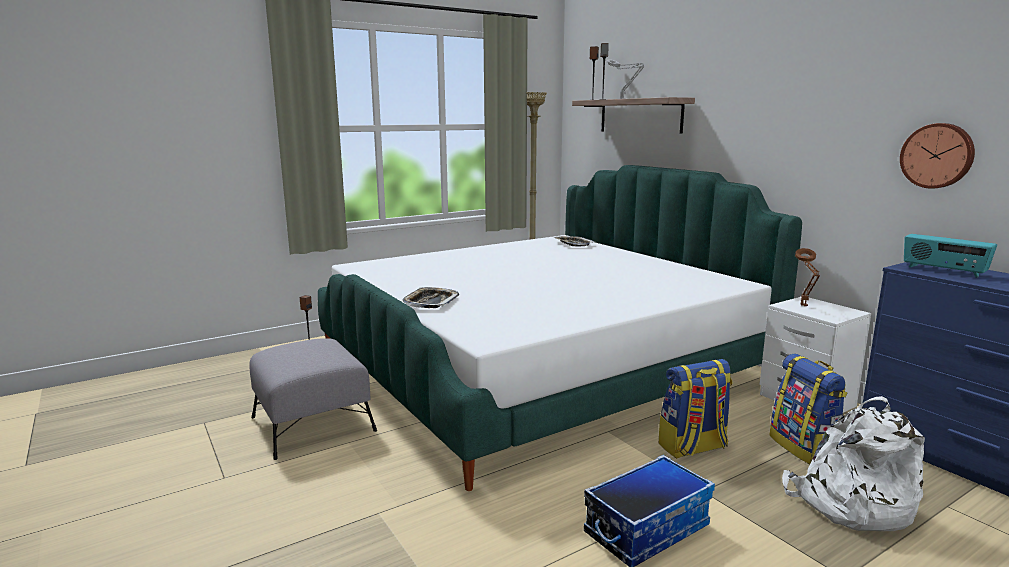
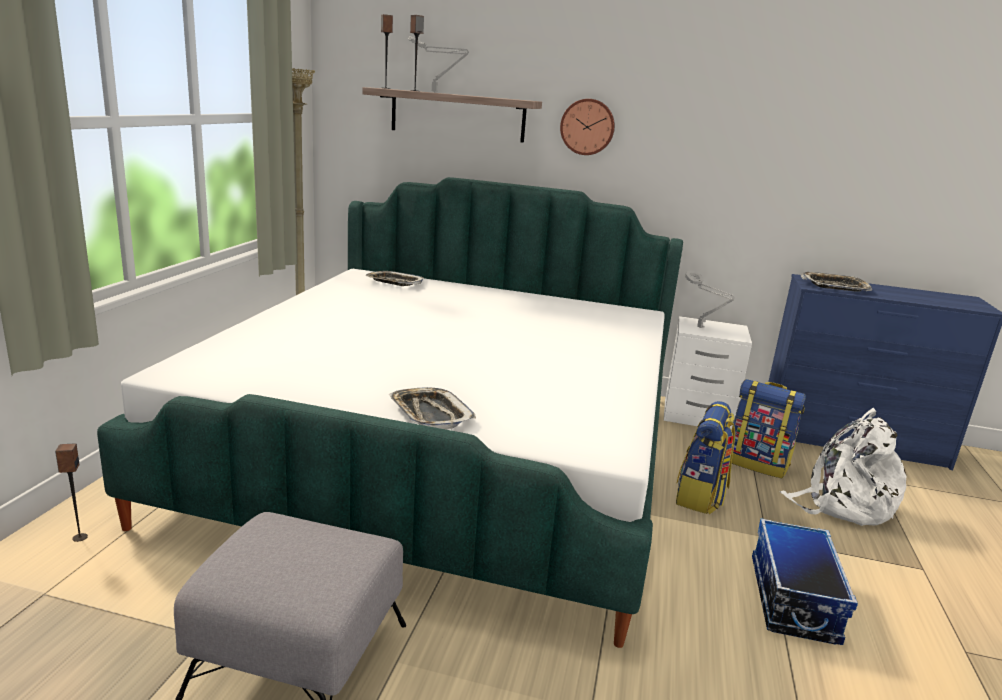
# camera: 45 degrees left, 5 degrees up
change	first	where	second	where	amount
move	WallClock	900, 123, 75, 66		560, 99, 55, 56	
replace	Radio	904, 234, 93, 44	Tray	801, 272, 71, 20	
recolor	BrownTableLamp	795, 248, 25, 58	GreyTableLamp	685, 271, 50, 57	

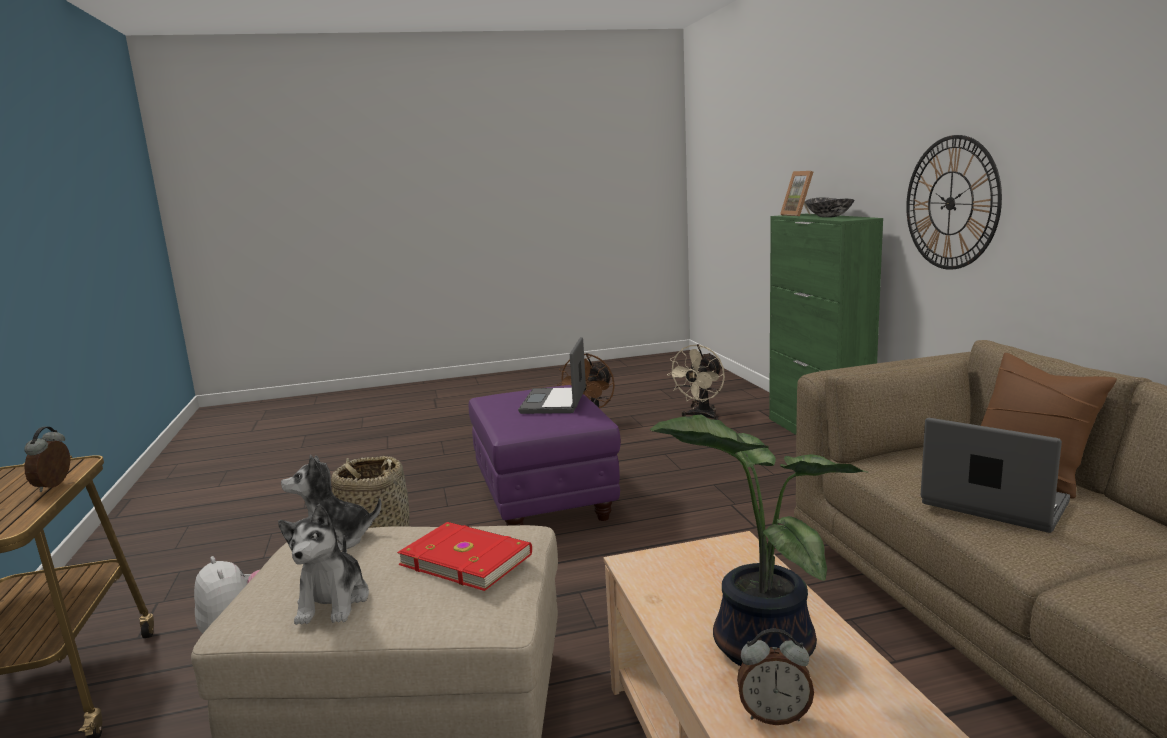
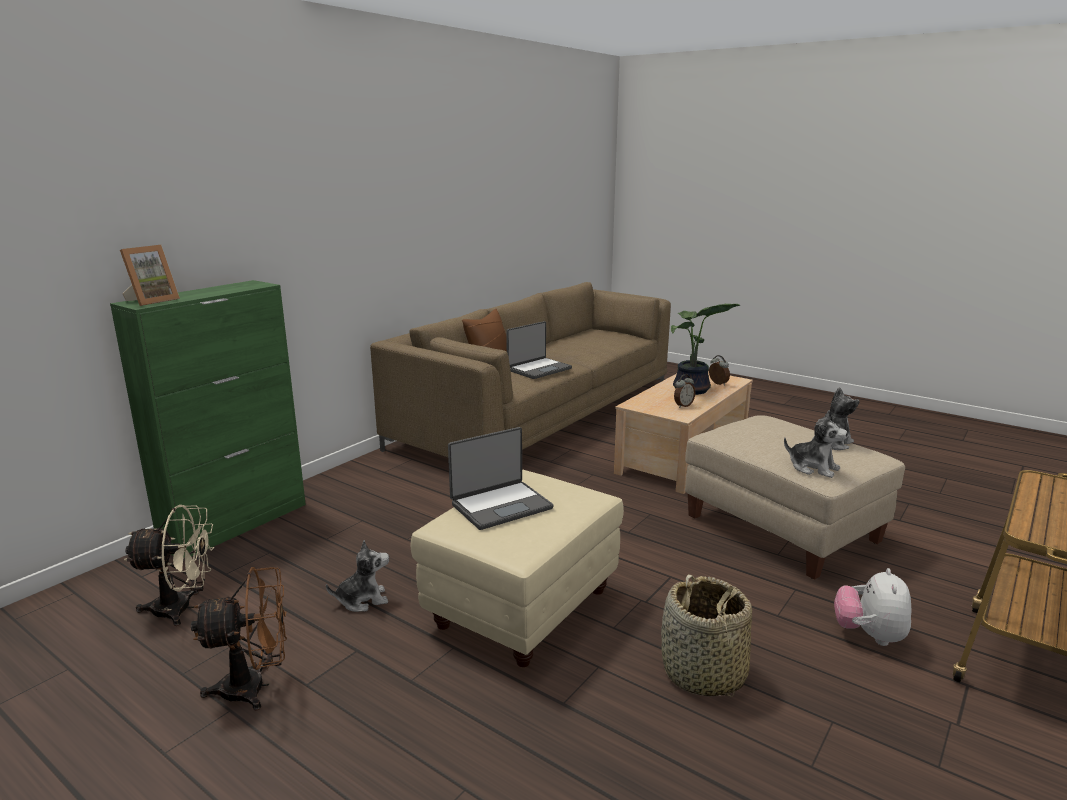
# camera: 130 degrees left, 5 degrees up
change	first	where	second	where	amount
delete	WallClock	906, 135, 96, 135			
delete	Bowl	805, 198, 50, 19			
recolor	PurpleOttoman	469, 385, 152, 141	BeigeOttoman	410, 469, 214, 198	
rotate	Laptop	921, 418, 149, 115		506, 321, 66, 58	135 degrees counterclockwise
move	AlarmClock	24, 427, 46, 65		674, 374, 21, 34	
delete	RedBook	397, 522, 135, 69			
insert			PlushToy	326, 540, 63, 72	

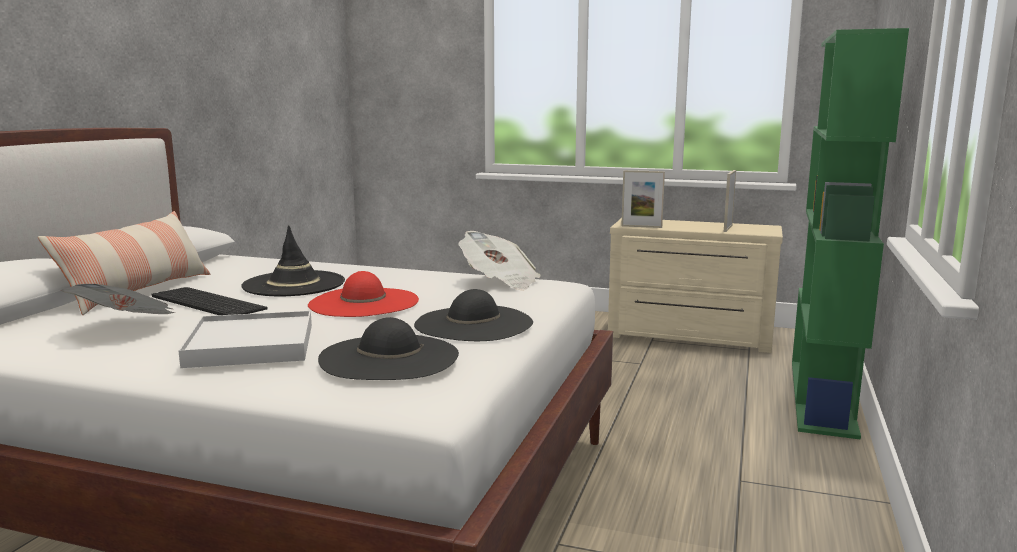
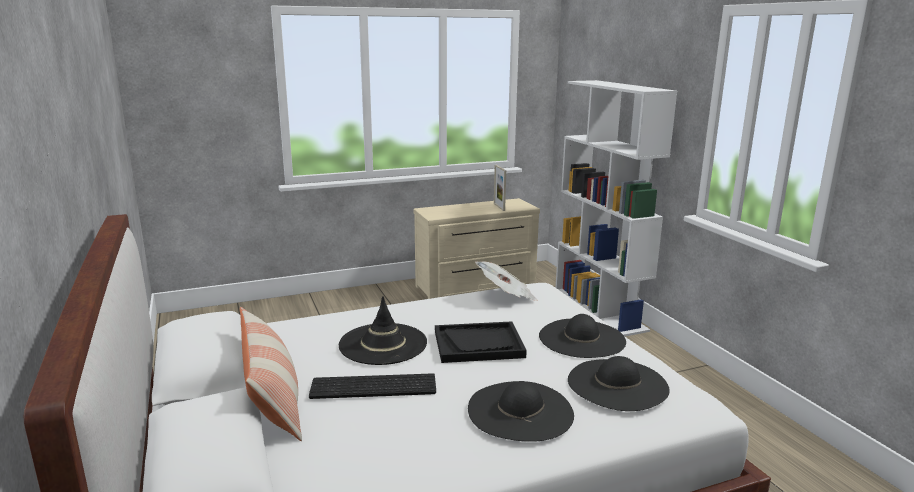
# camera: 40 degrees left, 5 degrees up
change	first	where	second	where	amount
recolor	GreenBookcase	792, 28, 117, 412	WhiteBookcase	555, 80, 122, 256	
delete	PictureFrame	621, 170, 44, 58			
replace	RedHat	308, 271, 111, 46	BlackTray	435, 321, 92, 42	
delete	Newspaper	61, 284, 114, 30			
replace	WhiteTray	178, 311, 134, 57	BlackHat	468, 381, 106, 61	

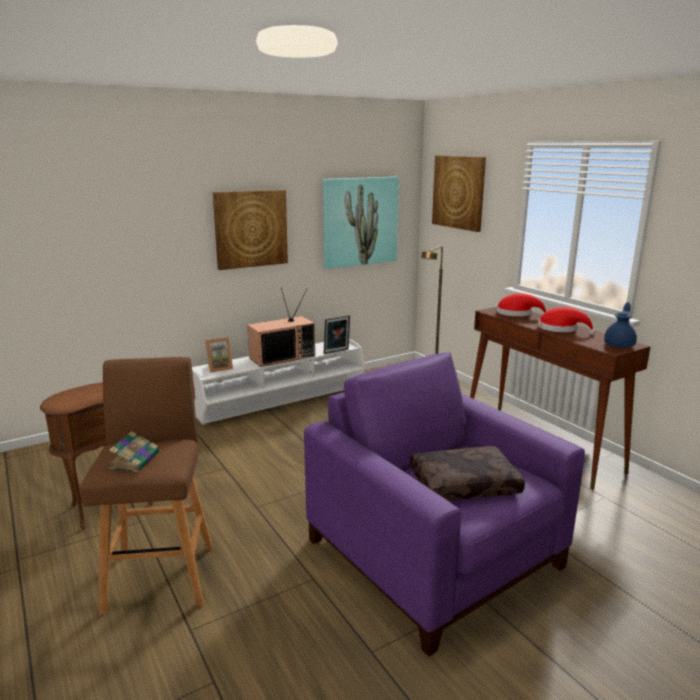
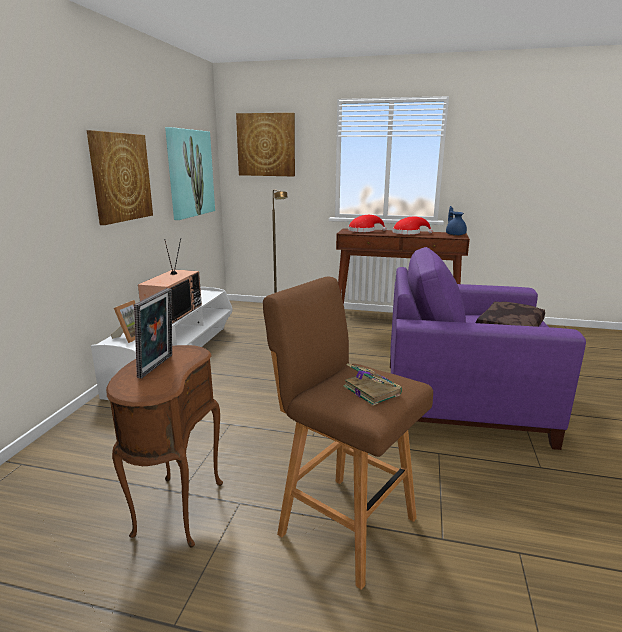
# camera: 45 degrees left, 0 degrees up
change	first	where	second	where	amount
move	PictureFrame	324, 315, 26, 39		134, 288, 38, 91	

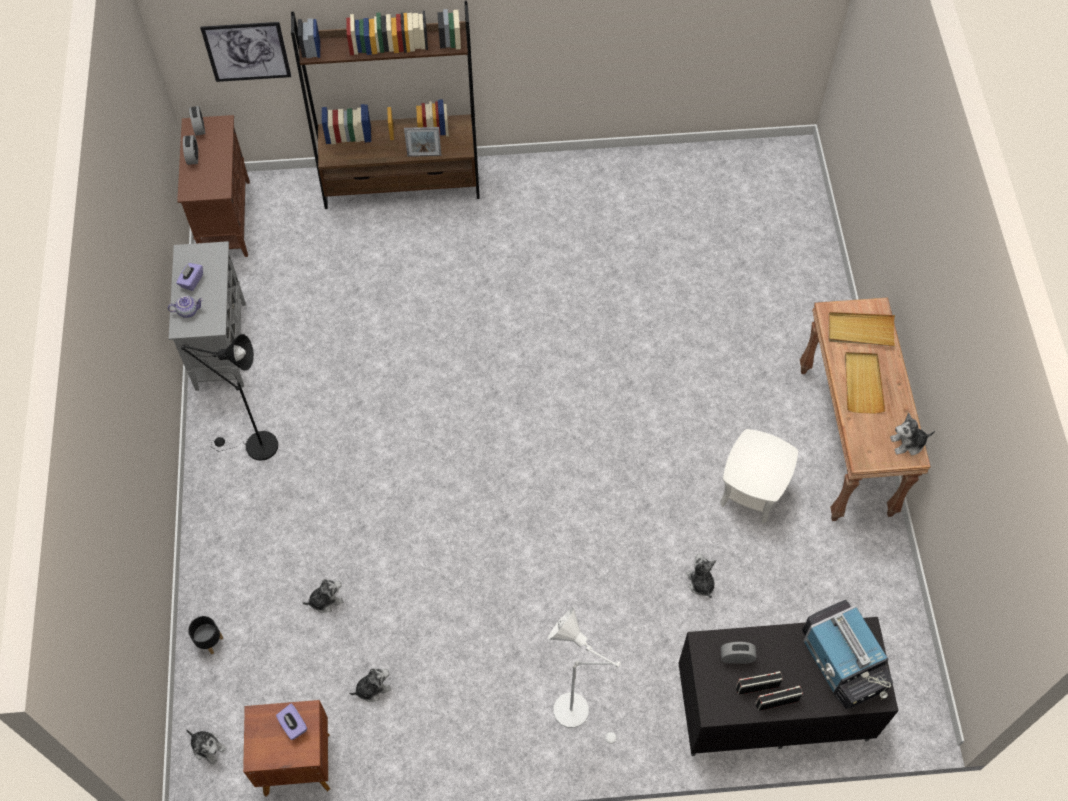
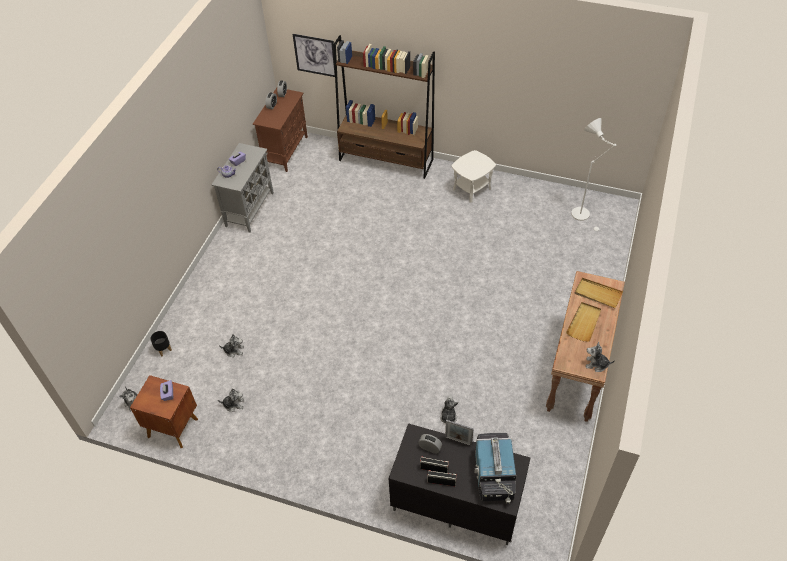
# camera: 25 degrees right, 10 degrees down
change	first	where	second	where	amount
move	PictureFrame	404, 127, 37, 30		445, 420, 29, 26	
delete	BlackFloorLamp	181, 334, 97, 127			
move	WhiteSideTable	720, 429, 78, 95		452, 150, 44, 53	
move	WhiteFloorLamp	548, 608, 74, 136		571, 118, 46, 114	

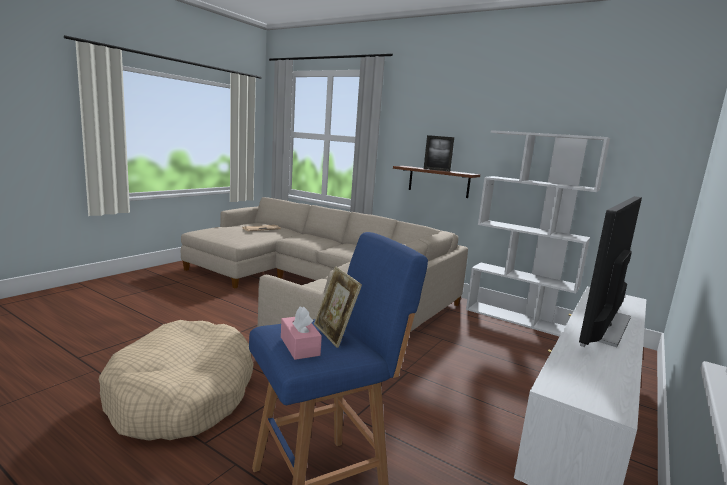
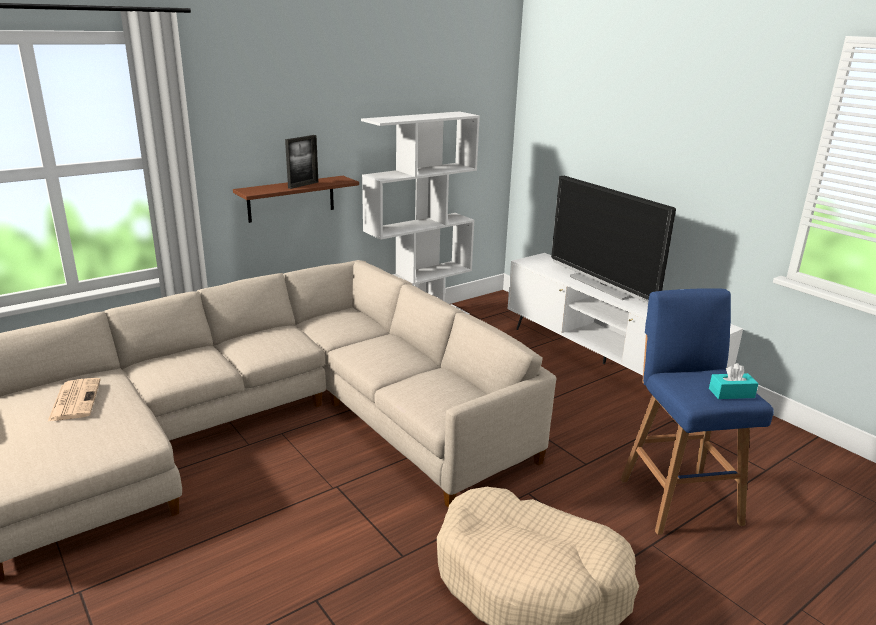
# camera: 70 degrees left, 10 degrees up
change	first	where	second	where	amount
delete	PictureFrame	314, 266, 48, 82			
recolor	PinkTissueBox	281, 306, 41, 54	TurquoiseTissueBox	709, 363, 50, 36	

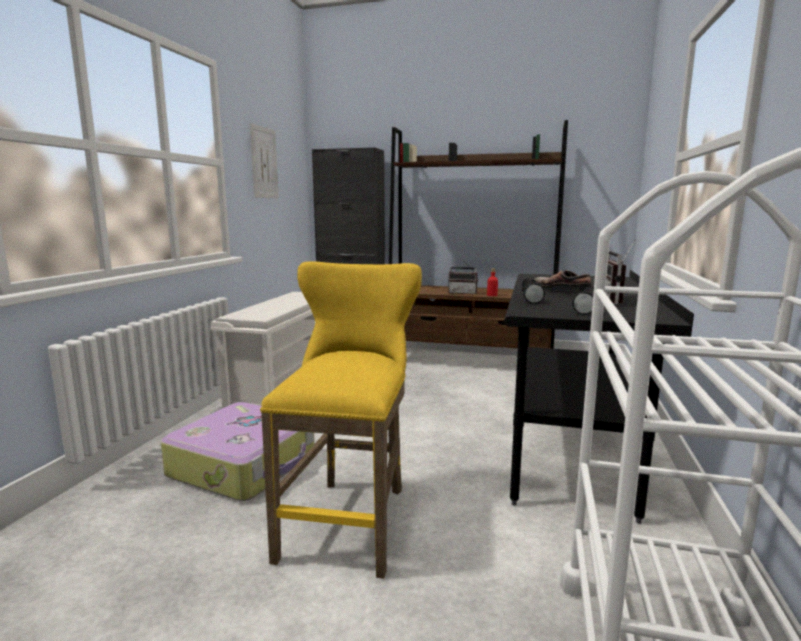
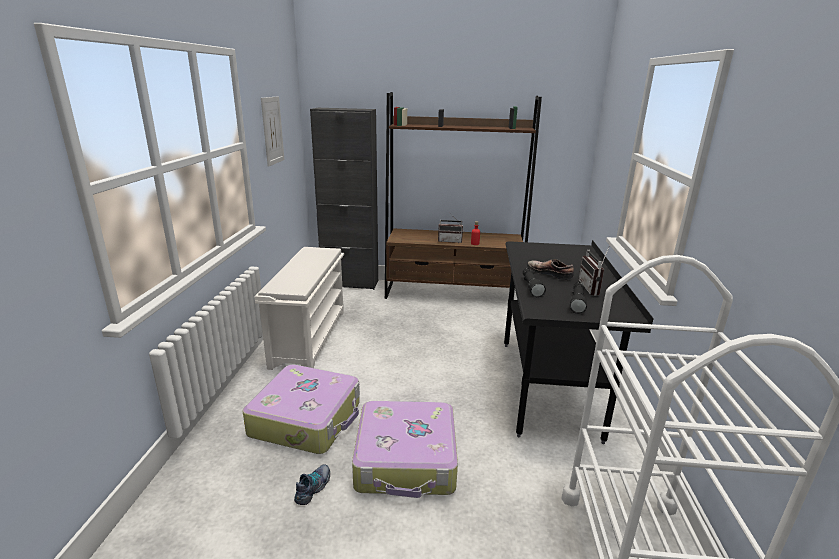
# camera: 10 degrees left, 10 degrees up
change	first	where	second	where	amount
replace	YellowStool	260, 261, 162, 318	Suitcase	352, 401, 106, 97	
insert			Shoe	294, 465, 36, 40	

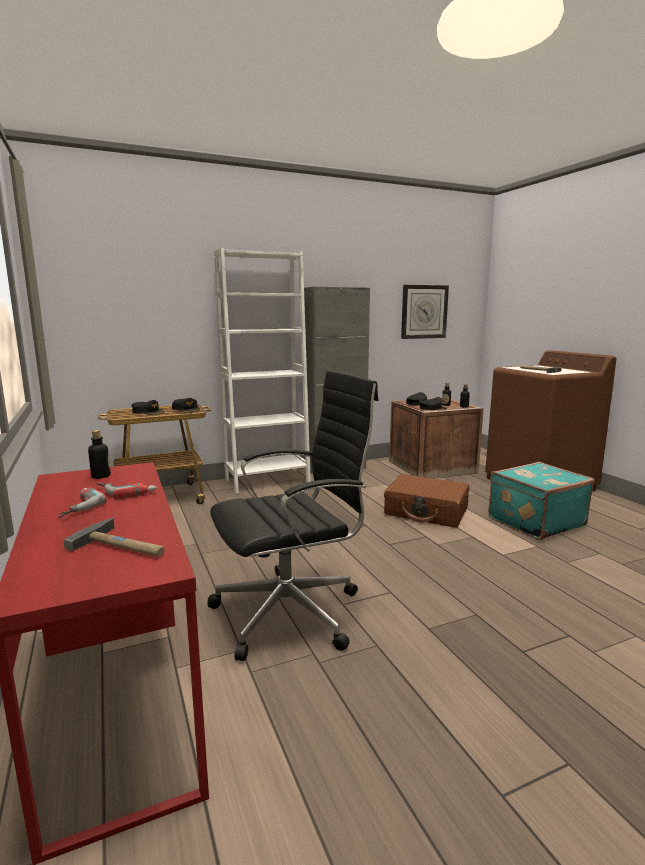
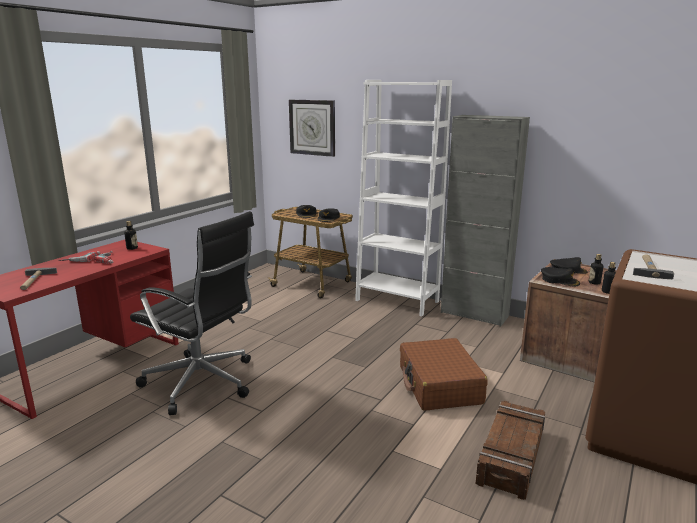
# camera: 55 degrees right, 5 degrees up
change	first	where	second	where	amount
move	WallClock	401, 285, 48, 54		289, 100, 46, 57	
replace	TurquoiseSuitcase	488, 462, 106, 78	Crate	476, 401, 69, 99	

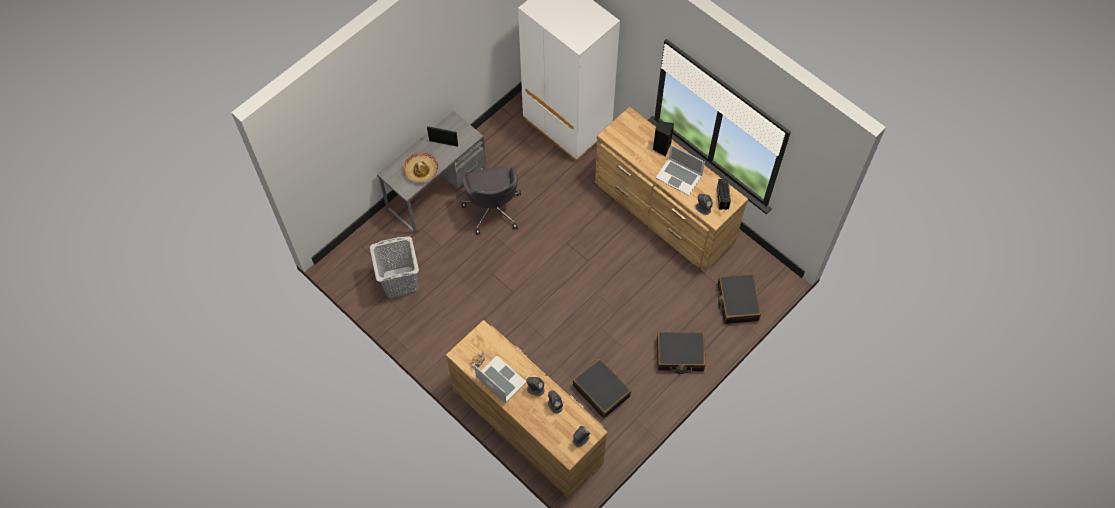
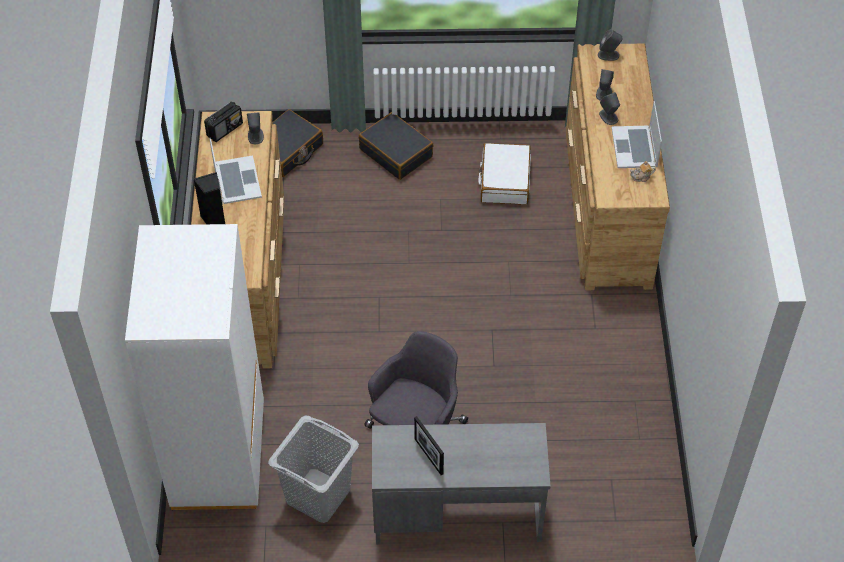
# camera: 135 degrees left, 10 degrees down
change	first	where	second	where	amount
delete	Hat	403, 152, 35, 31			
move	GreyLaundryBasket	370, 236, 49, 62		268, 416, 91, 107	
recolor	BlackSuitcase	573, 358, 58, 60	WhiteSuitcase	478, 143, 53, 62	

